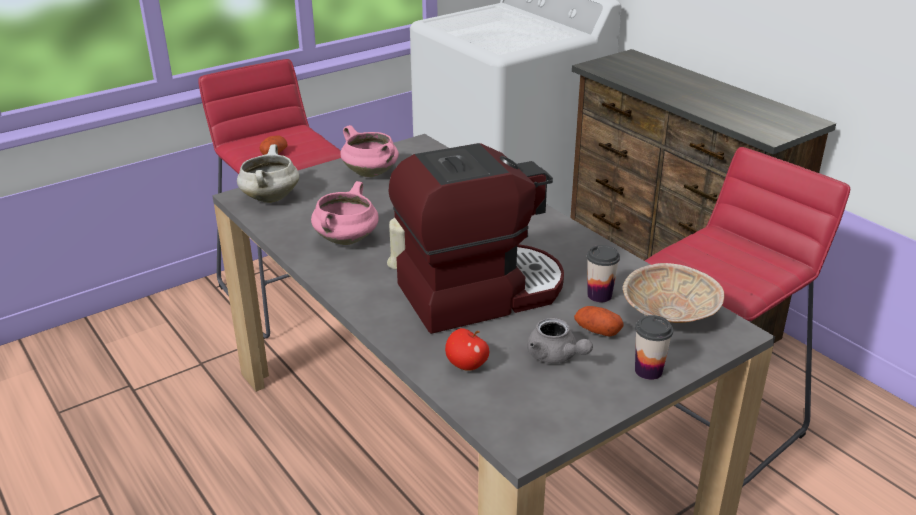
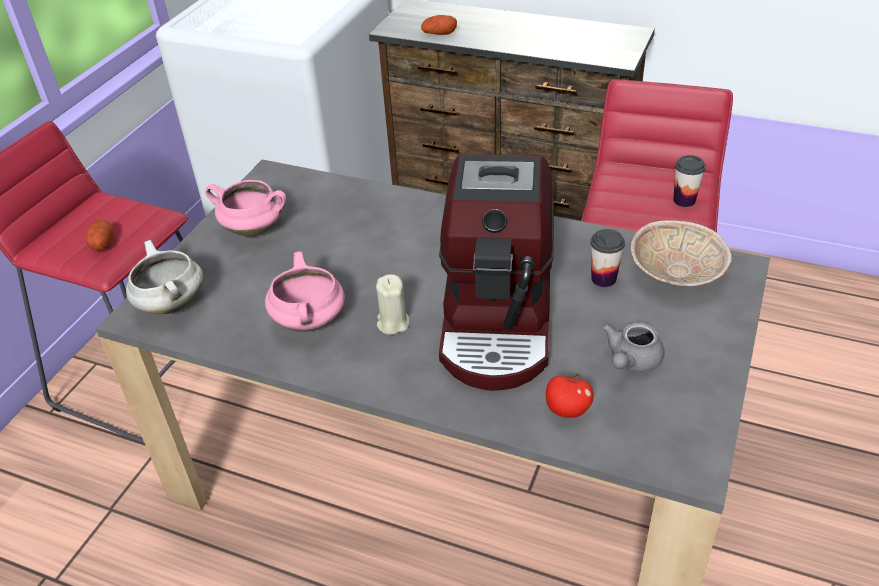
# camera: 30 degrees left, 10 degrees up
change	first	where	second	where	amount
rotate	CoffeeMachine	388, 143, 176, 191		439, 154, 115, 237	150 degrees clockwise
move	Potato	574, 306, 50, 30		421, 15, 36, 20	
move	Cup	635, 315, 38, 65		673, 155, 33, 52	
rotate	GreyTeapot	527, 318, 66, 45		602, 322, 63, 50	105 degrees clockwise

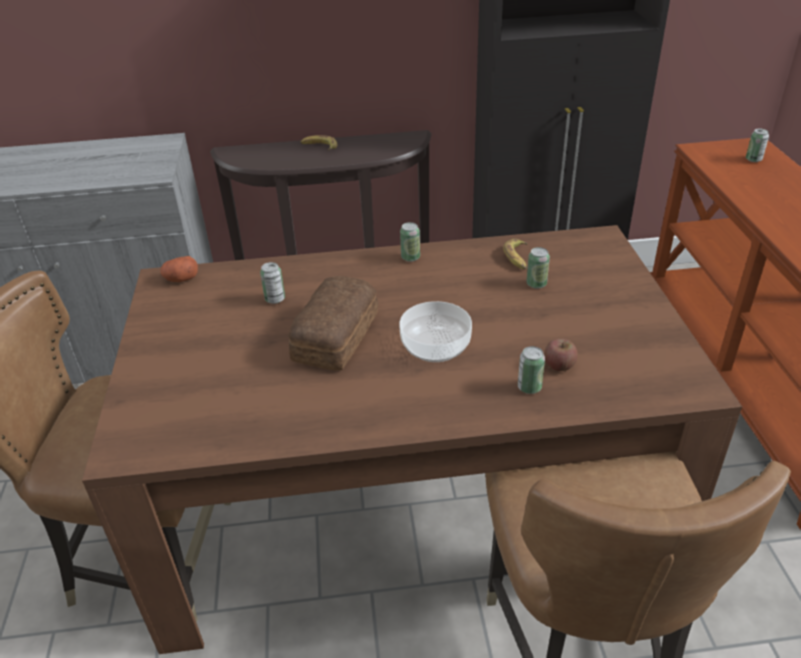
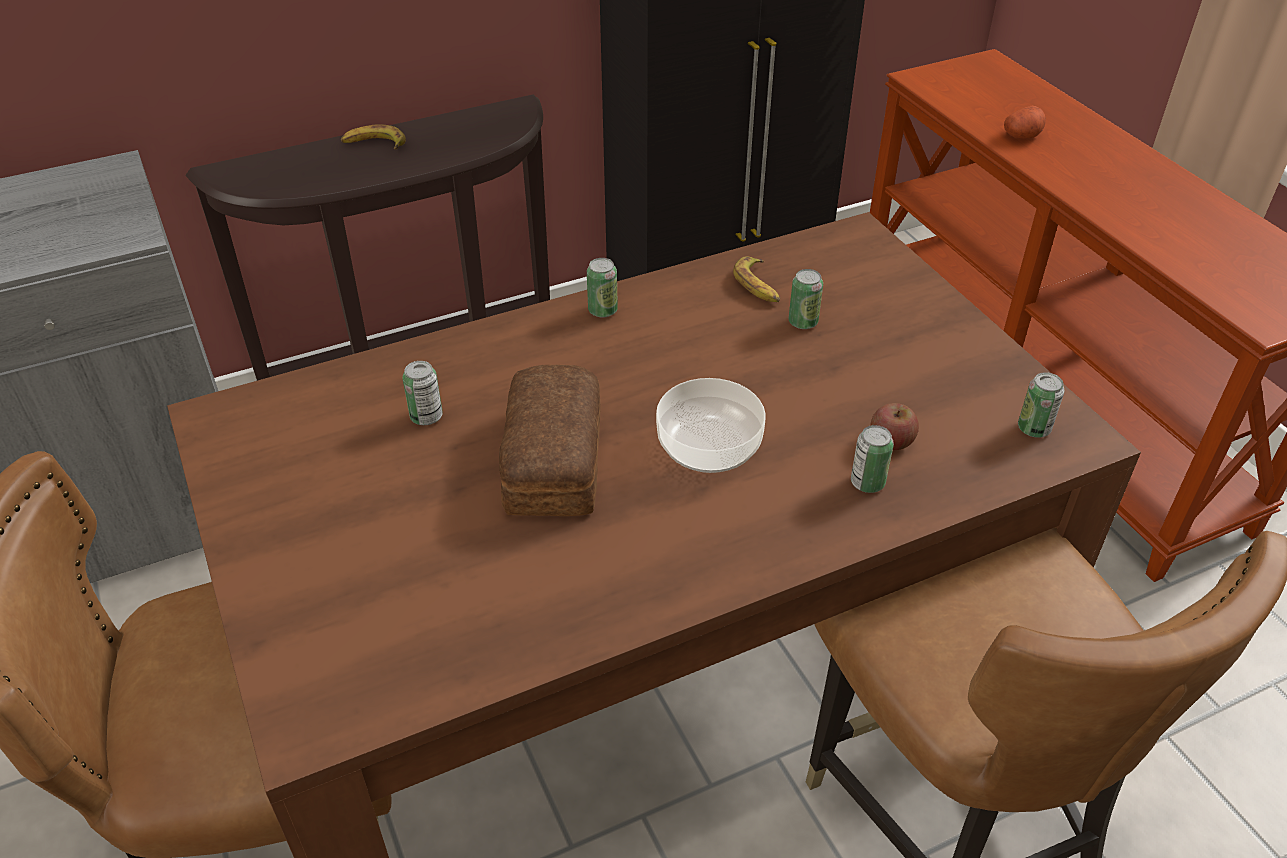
# camera: 20 degrees left, 5 degrees up
change	first	where	second	where	amount
move	Can	746, 129, 23, 33		1018, 372, 46, 66	
move	Potato	161, 256, 37, 26		1004, 106, 42, 33	

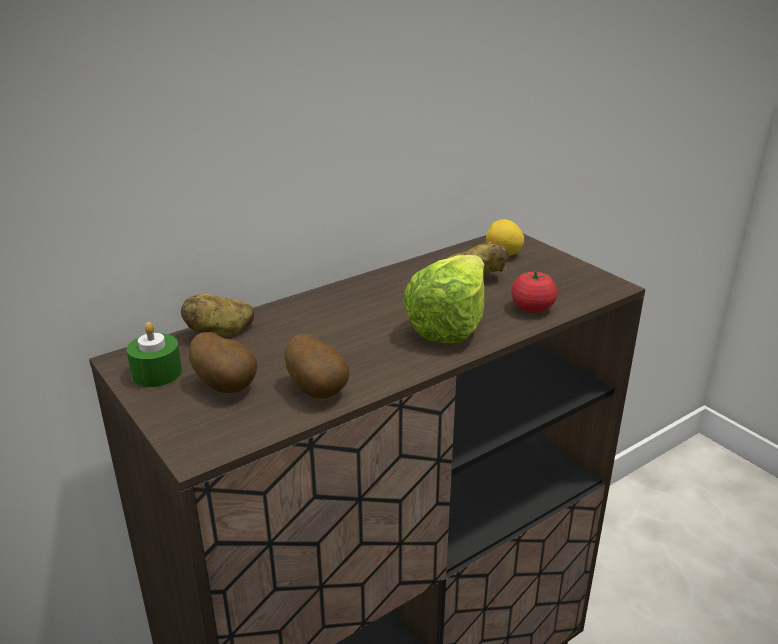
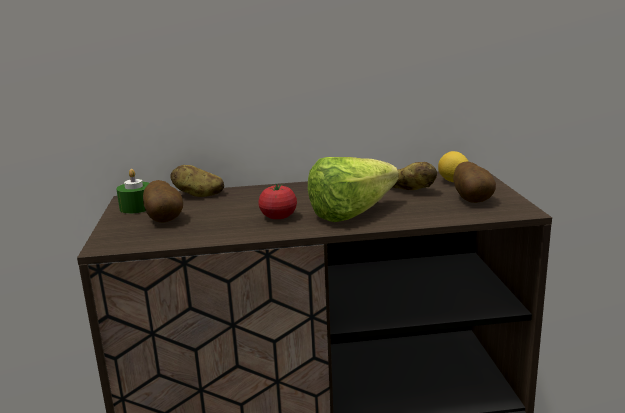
# camera: 30 degrees right, 10 degrees down
change	first	where	second	where	amount
move	Tomato	511, 269, 47, 44		258, 184, 39, 35	
move	Potato	285, 334, 65, 65		453, 161, 43, 42	

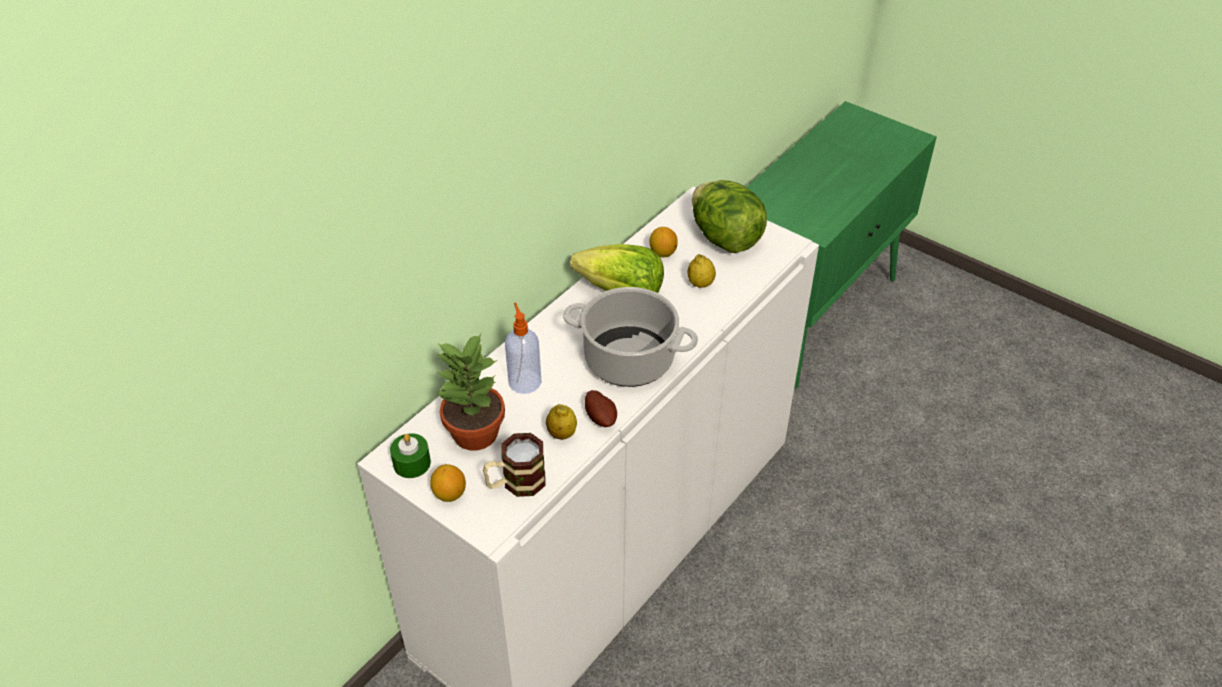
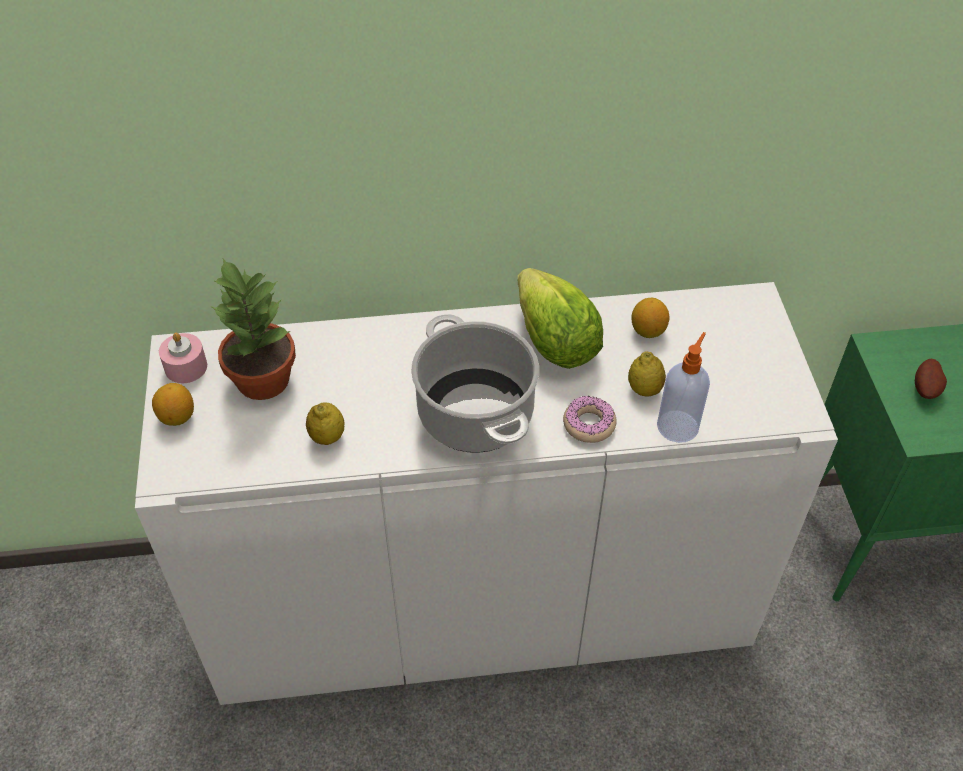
# camera: 45 degrees right, 5 degrees up
change	first	where	second	where	amount
delete	Lettuce	692, 180, 75, 73			
move	SoapDispenser	505, 302, 37, 92		657, 332, 53, 111	
move	Potato	585, 390, 32, 37		915, 359, 32, 40	
recolor	GreenCandle	390, 433, 41, 45	PinkCandle	159, 333, 48, 50	
delete	Mug	483, 433, 63, 64			
insert			Donut	563, 396, 54, 47	

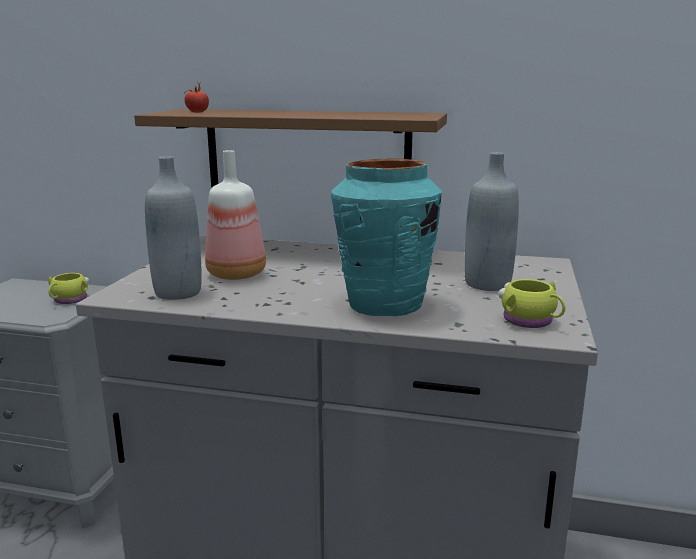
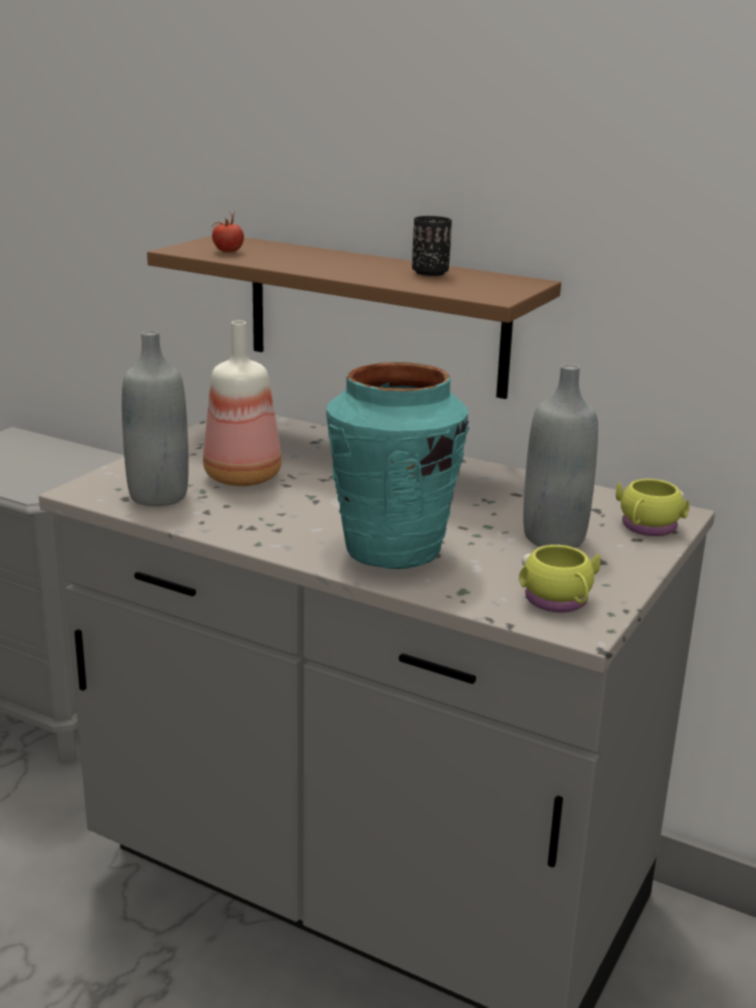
# camera: 15 degrees right, 5 degrees up
change	first	where	second	where	amount
move	YellowMug	48, 273, 41, 31		616, 479, 73, 57	
insert			BlackCup	412, 216, 40, 60	

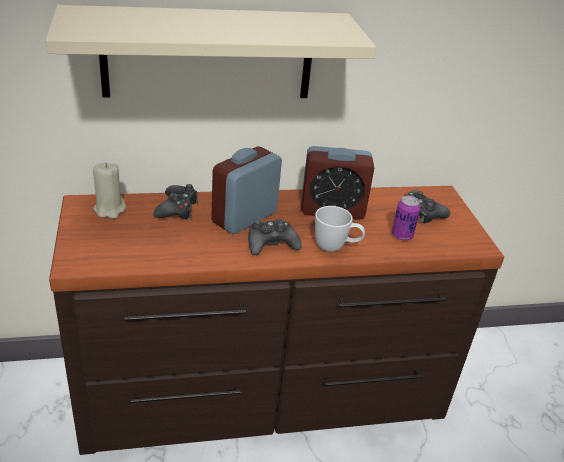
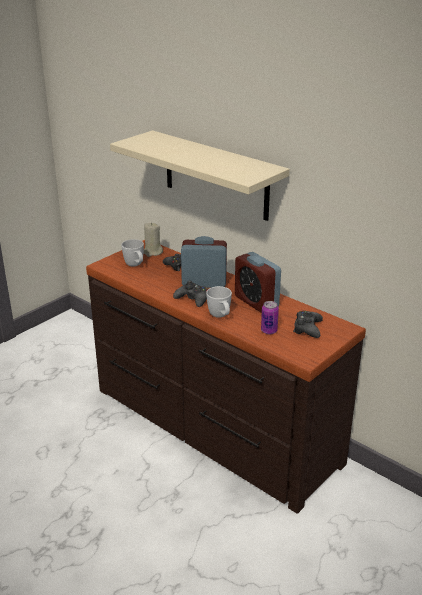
# camera: 55 degrees right, 5 degrees down
change	first	where	second	where	amount
insert			WhiteMug	121, 239, 23, 27	

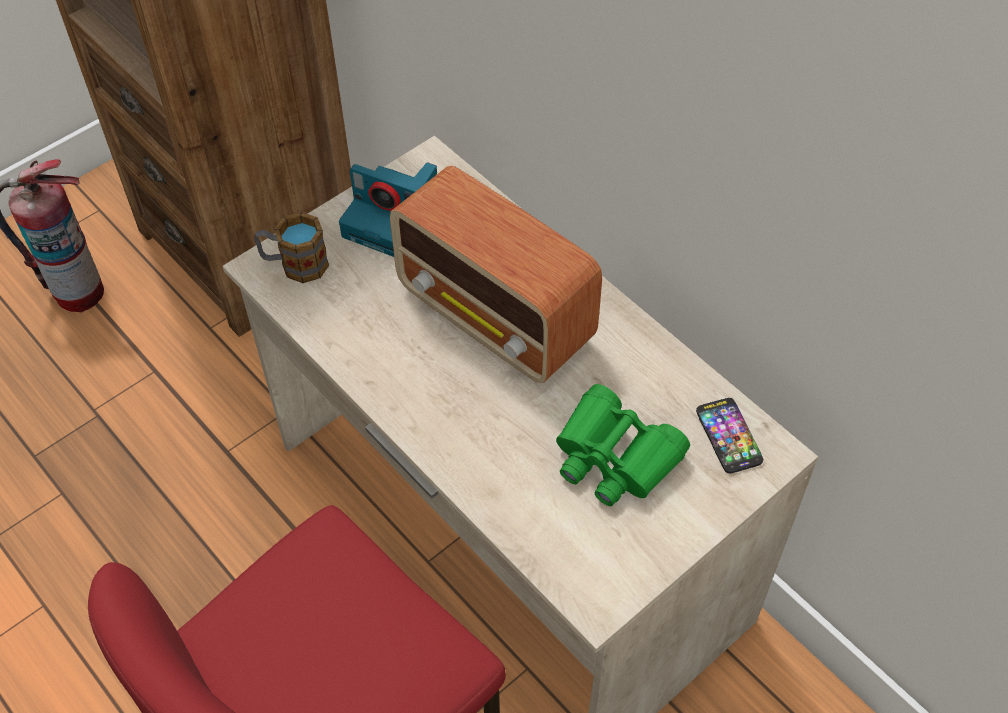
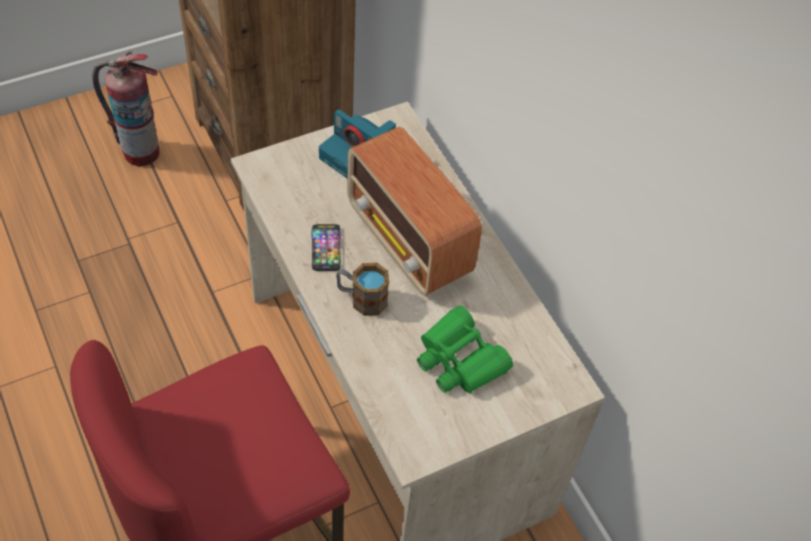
# camera: 10 degrees right, 0 degrees up
change	first	where	second	where	amount
move	Mug	254, 212, 75, 71		336, 263, 53, 53	
move	Phone	696, 398, 67, 75		311, 224, 30, 47	

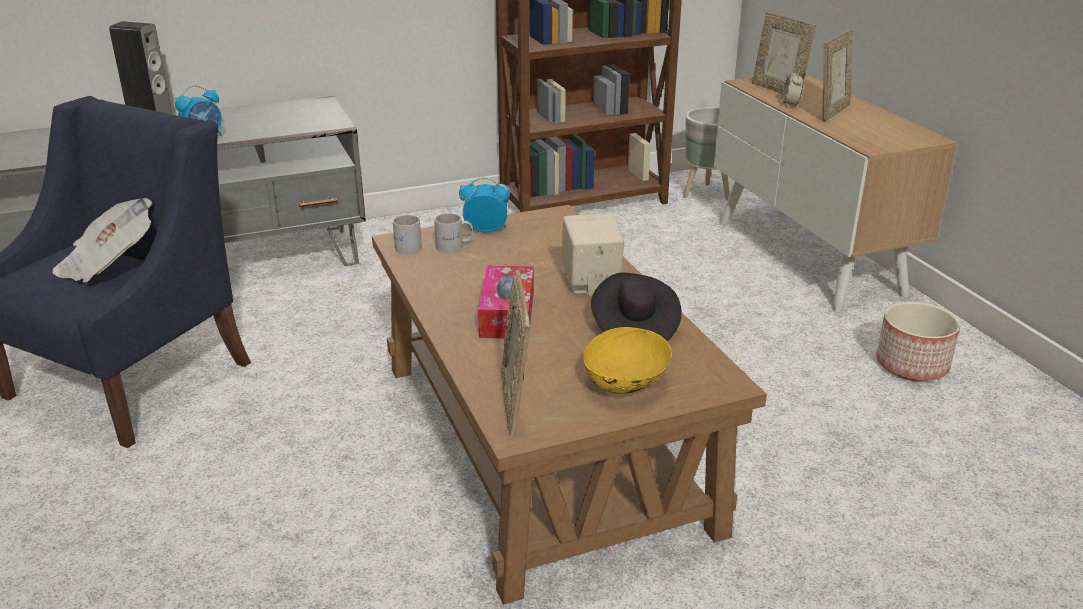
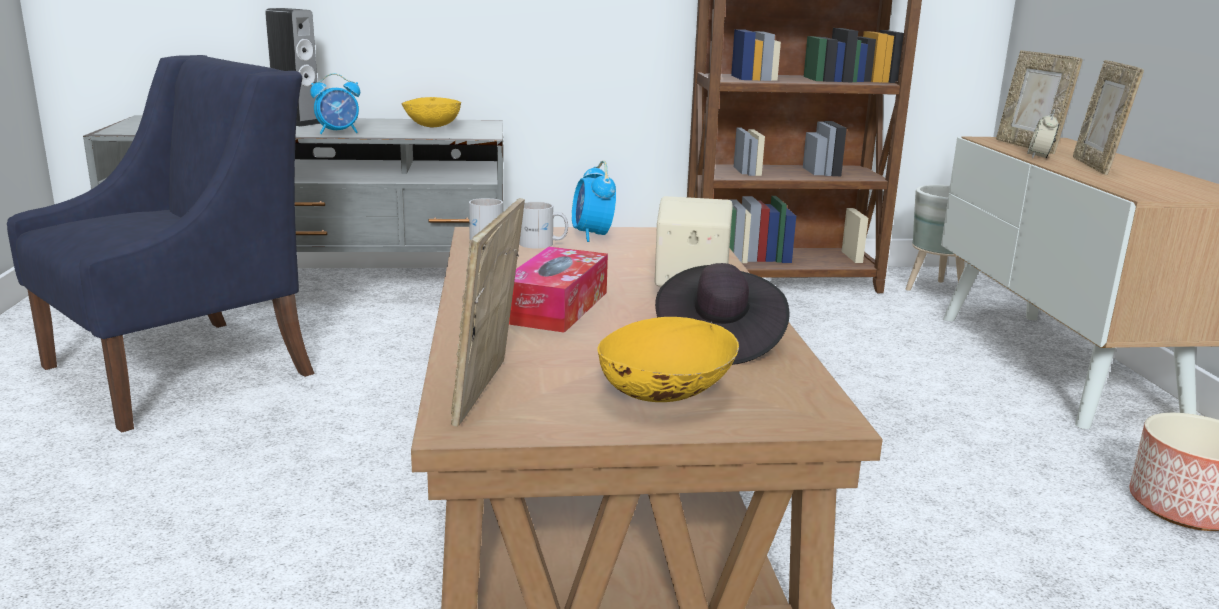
# camera: 15 degrees right, 10 degrees down
change	first	where	second	where	amount
rotate	PictureFrame	822, 30, 31, 92		1073, 60, 71, 115	135 degrees clockwise
rotate	AlarmClock	459, 177, 51, 56		572, 160, 44, 82	120 degrees counterclockwise
delete	Newspaper	53, 198, 99, 85			
insert			YellowBowl	401, 97, 60, 30	

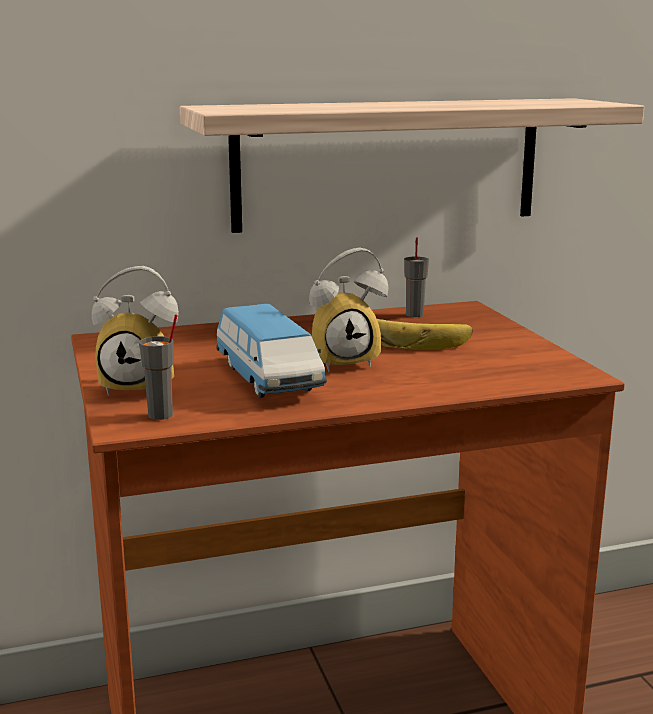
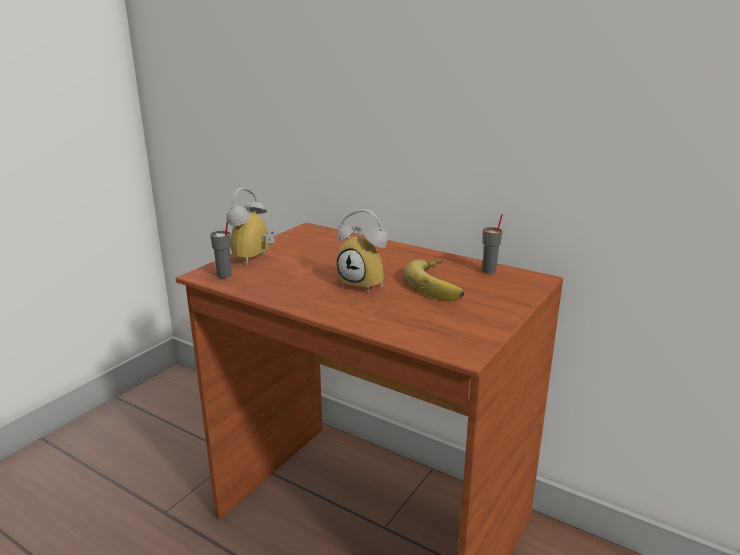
# camera: 50 degrees right, 5 degrees up
change	first	where	second	where	amount
delete	Shelf	180, 98, 464, 135			
rotate	AlarmClock	92, 266, 87, 130		226, 188, 52, 77	60 degrees clockwise
delete	ToyCar	216, 304, 111, 94			

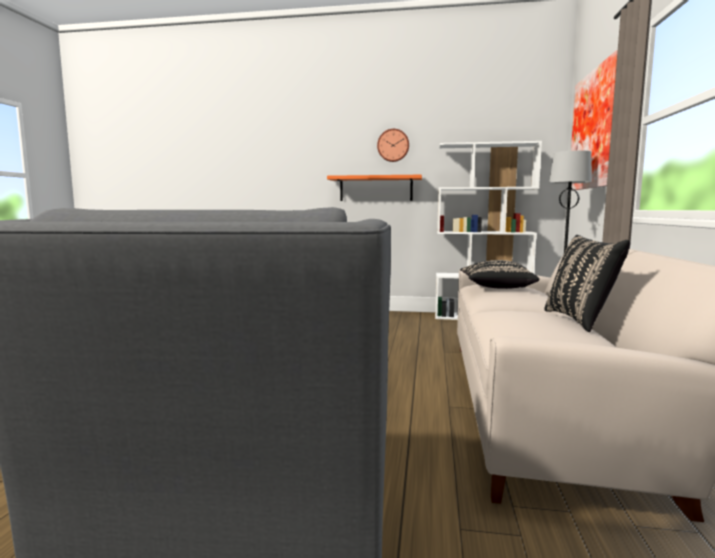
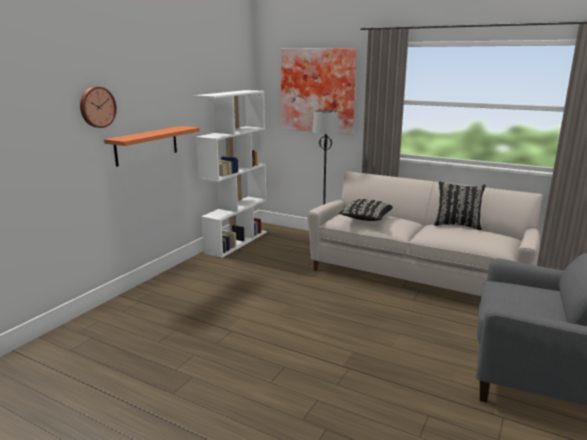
# camera: 70 degrees left, 10 degrees up
change	first	where	second	where	amount
move	WallClock	377, 129, 32, 33		80, 87, 37, 41	

